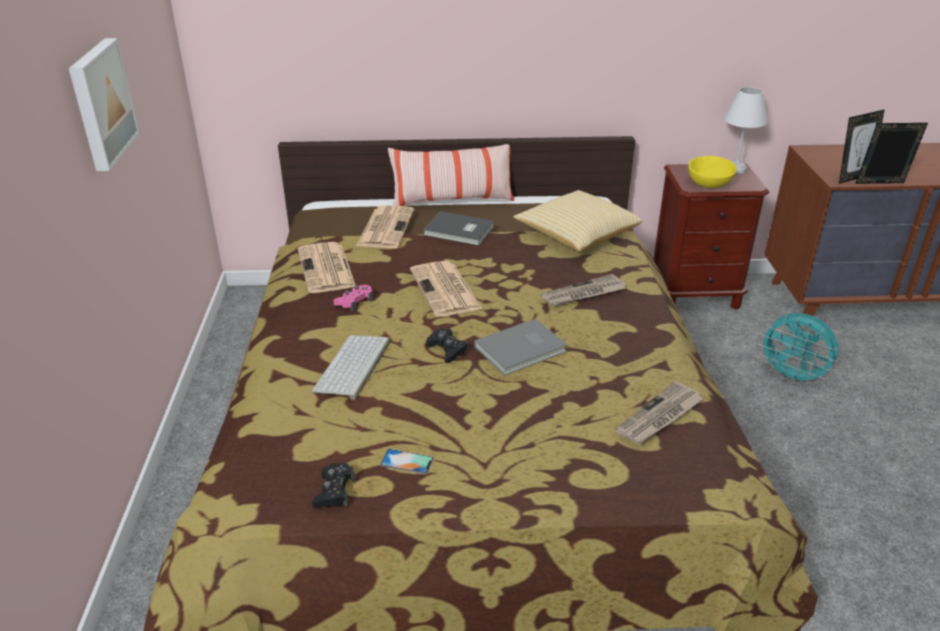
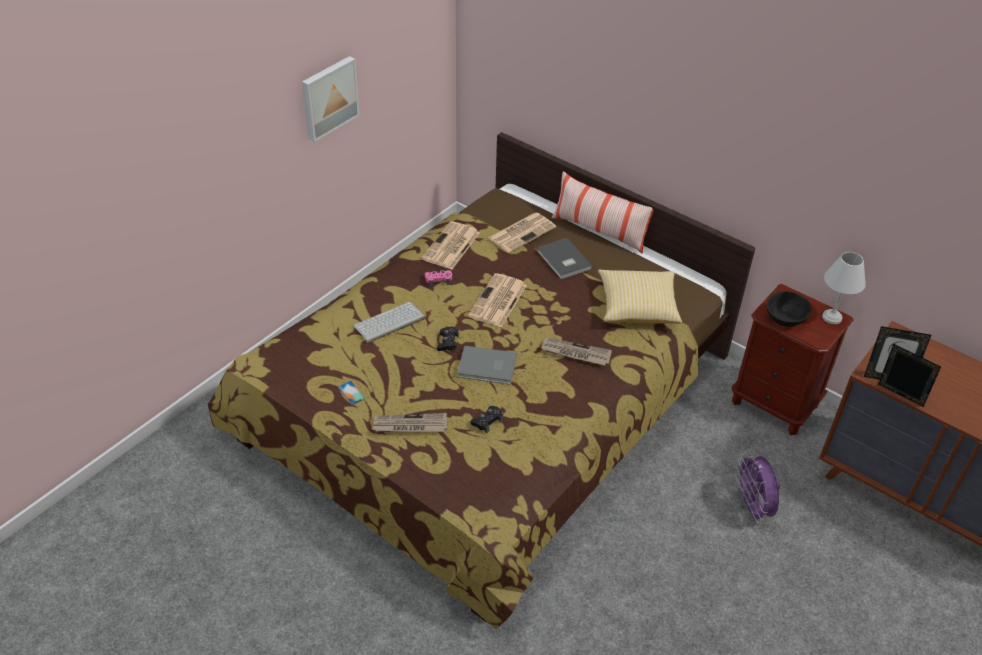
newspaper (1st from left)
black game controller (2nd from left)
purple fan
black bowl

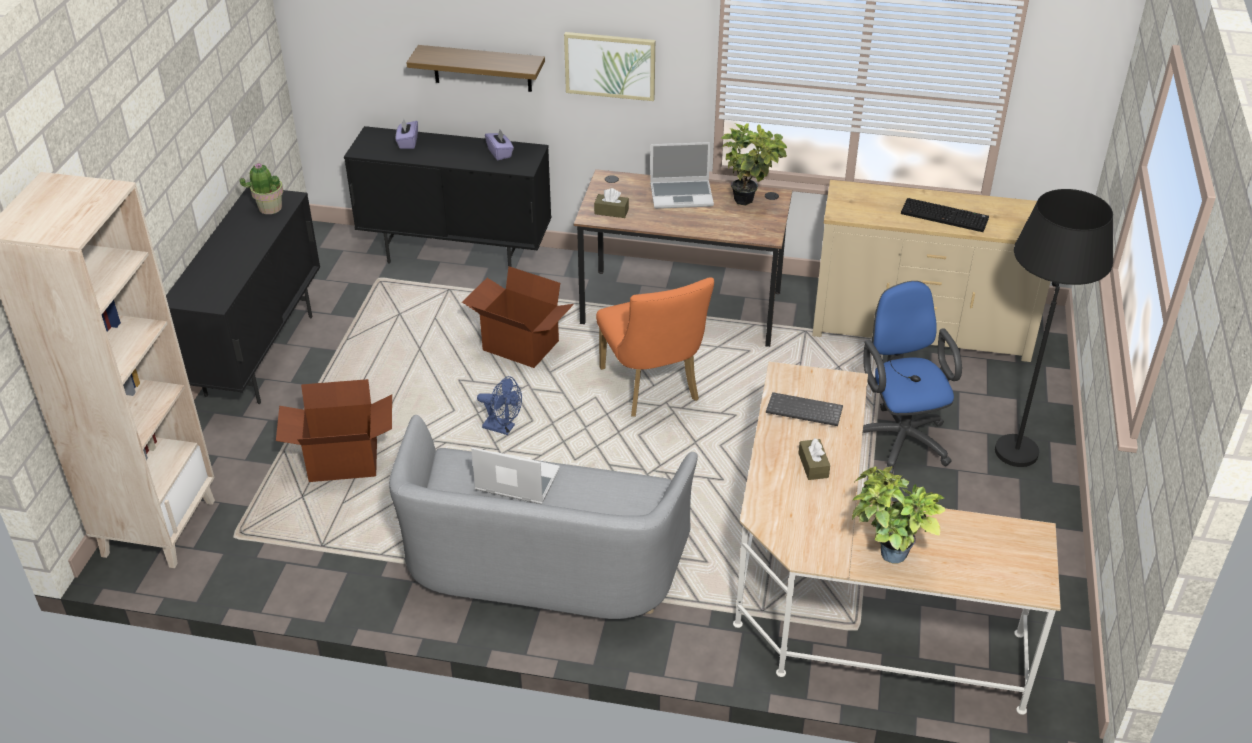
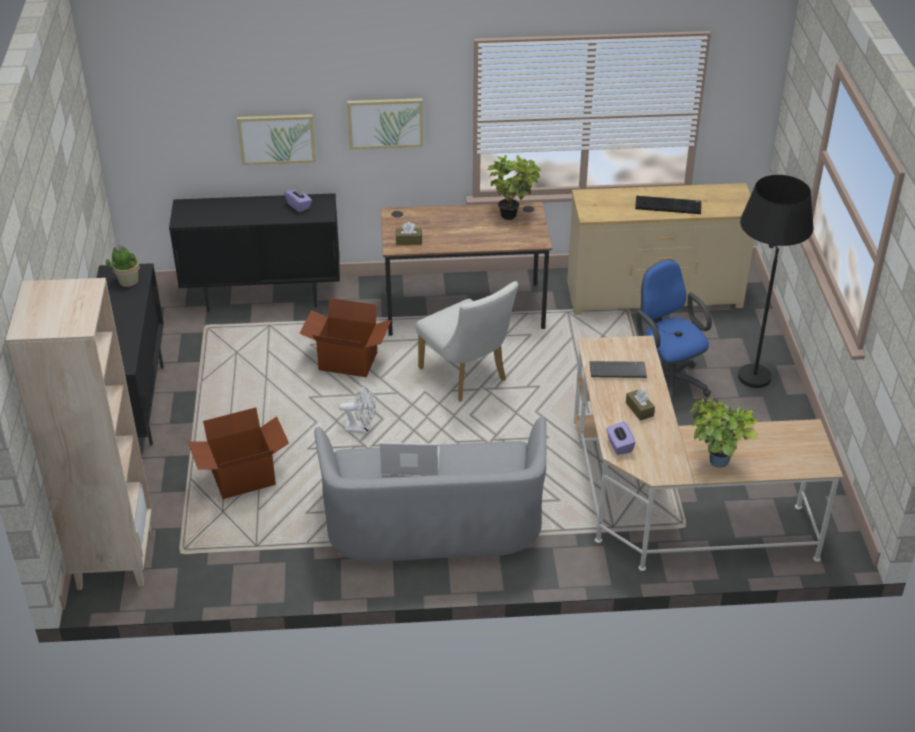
picture (1st from left)
white fan
white chair
purple tissue box (2nd from left)
laptop (2nd from left in the first image)

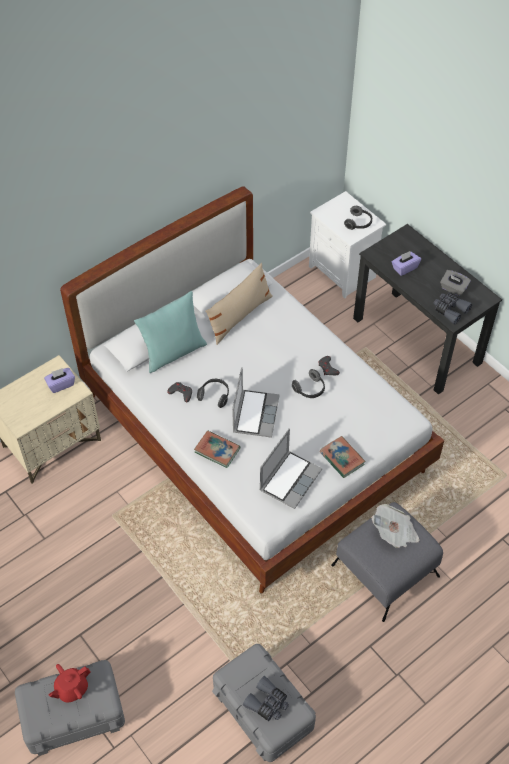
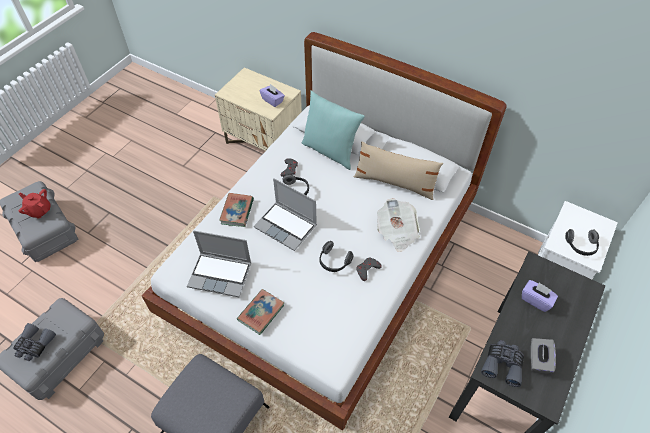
laptop (2nd from left)
newspaper

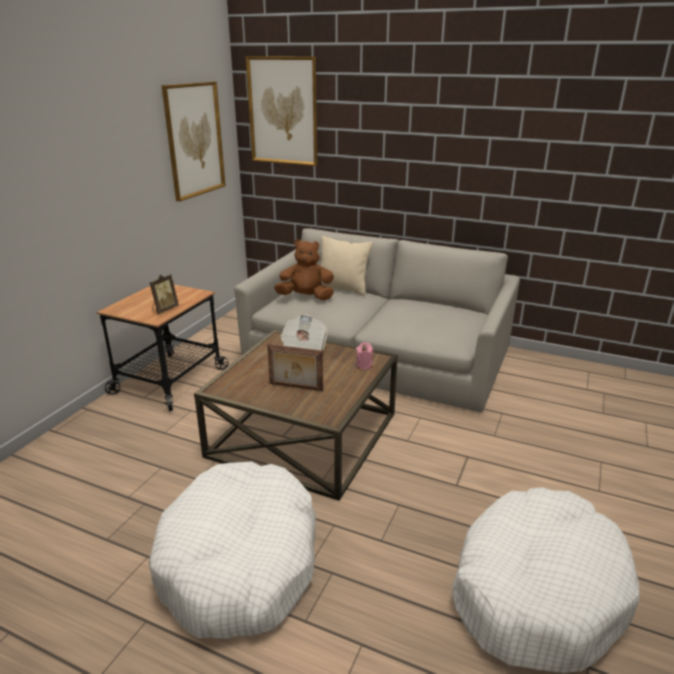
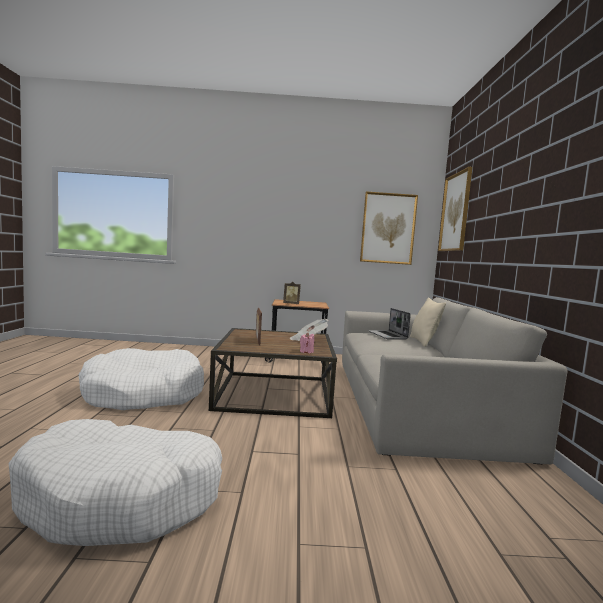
laptop

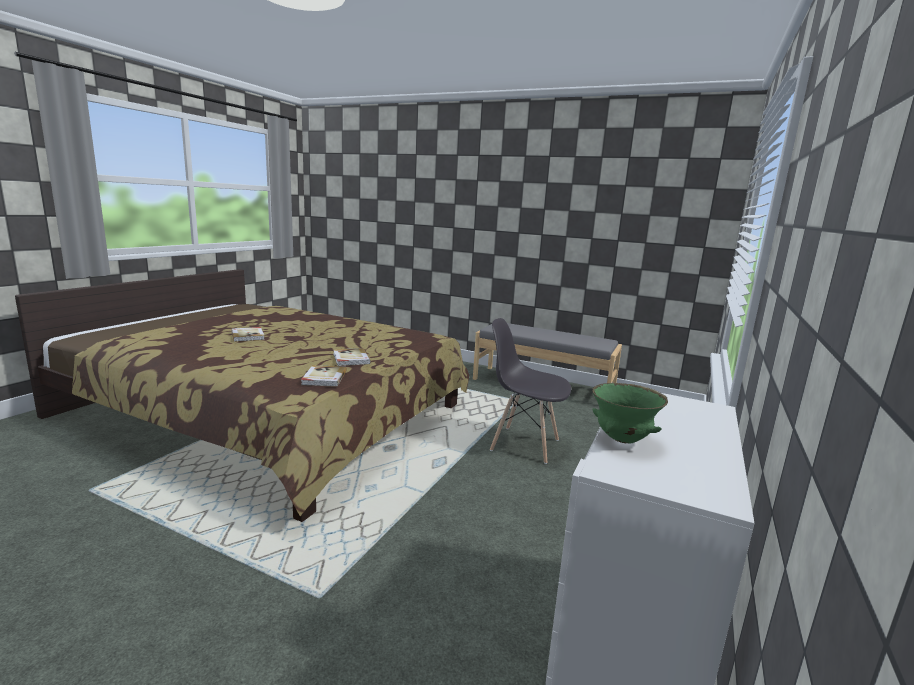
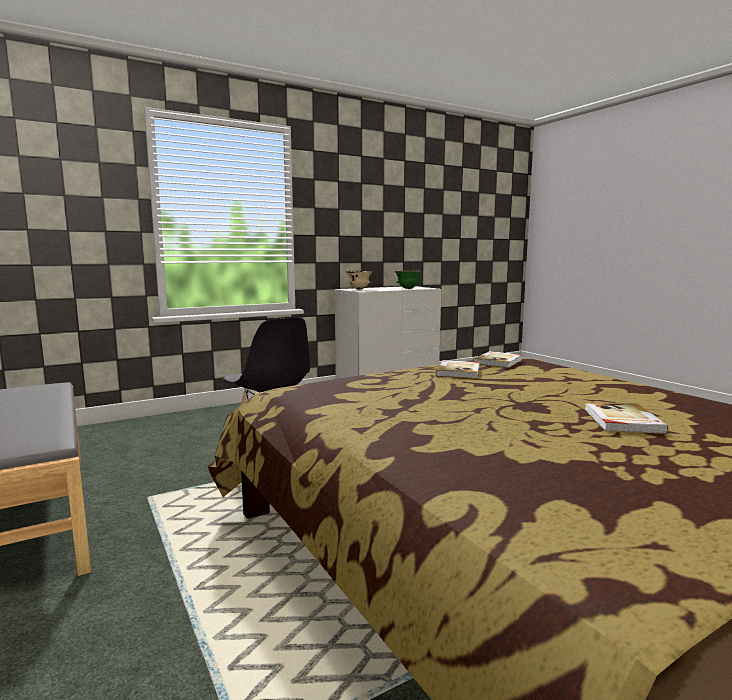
beige bowl

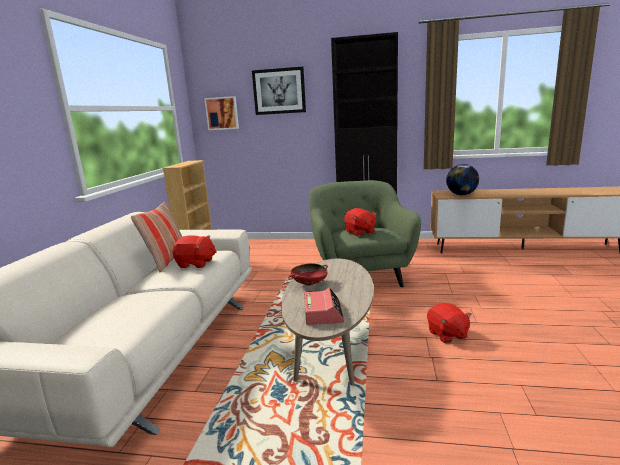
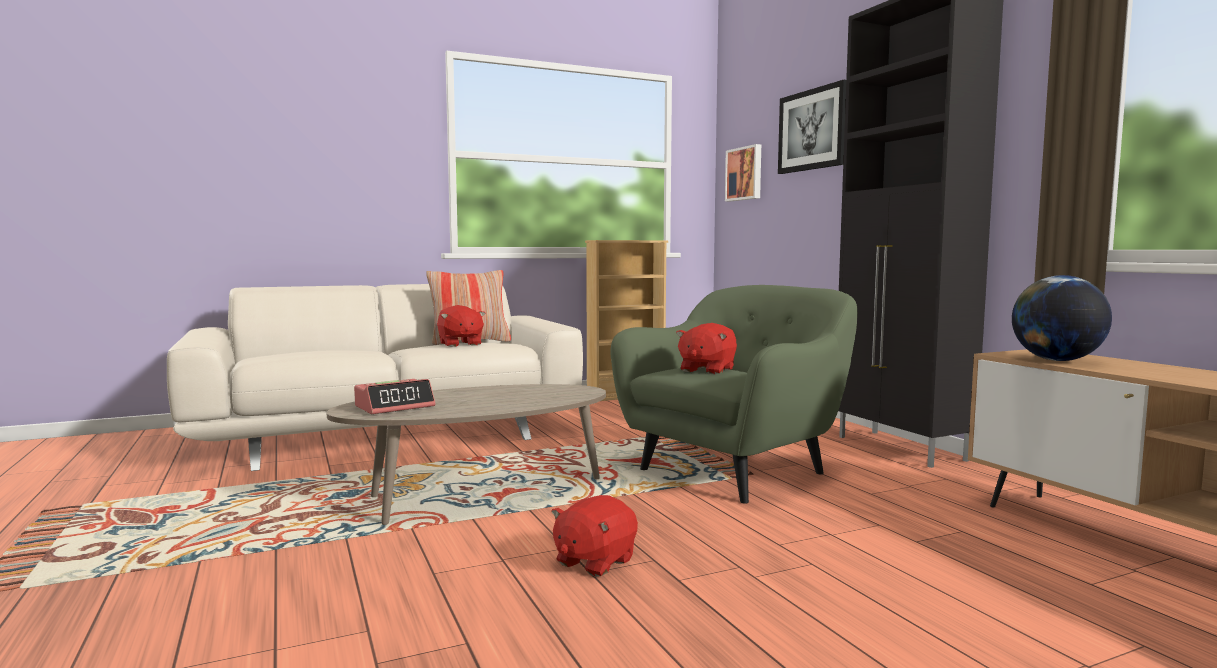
red bowl

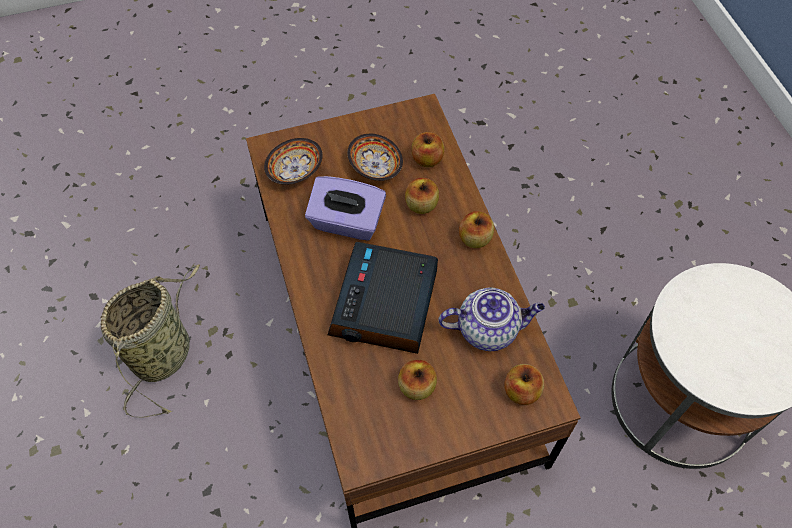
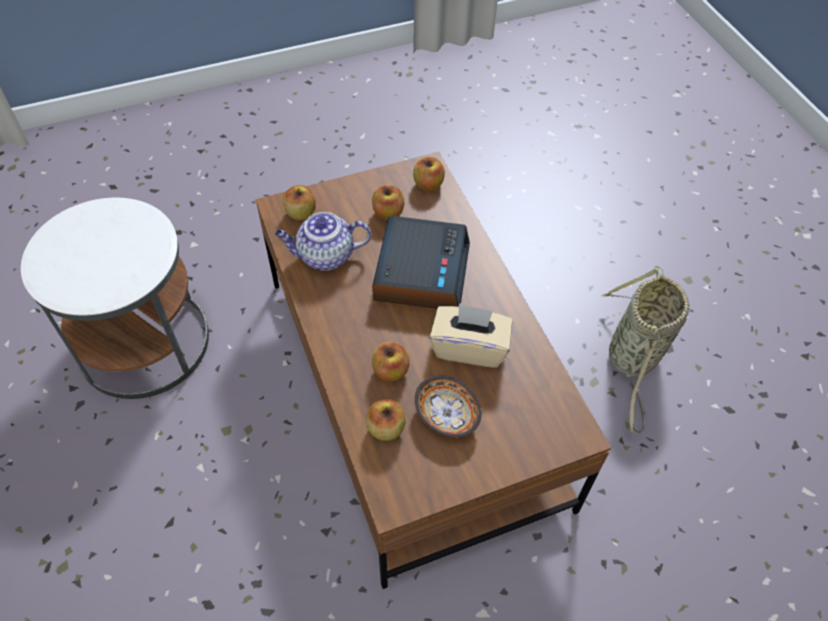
apple (5th from left)
beige tissue box
bowl (1st from left in the first image)

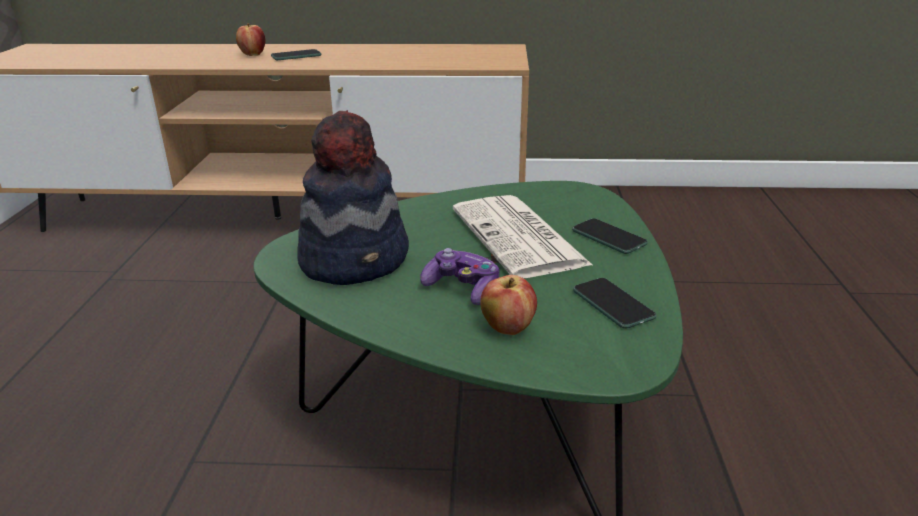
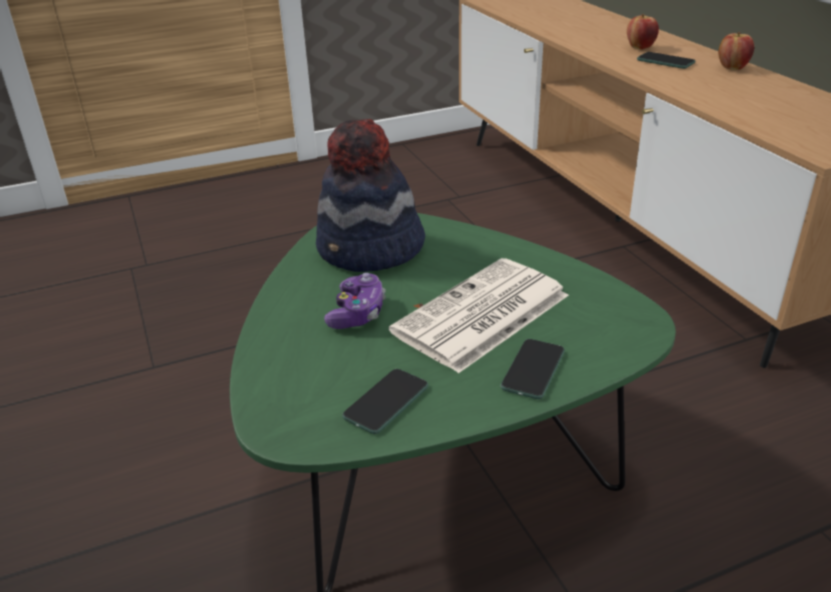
apple (2nd from left)

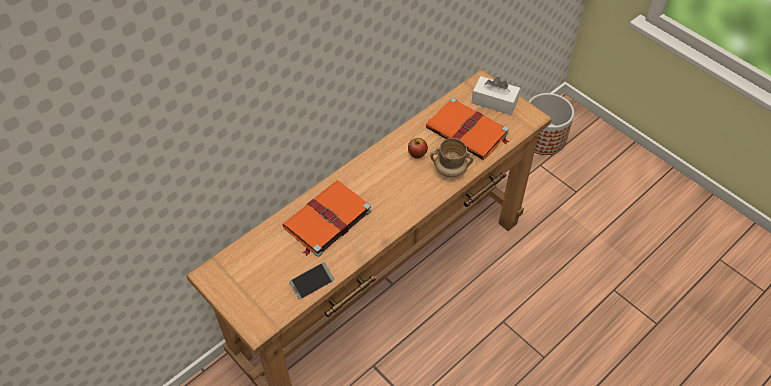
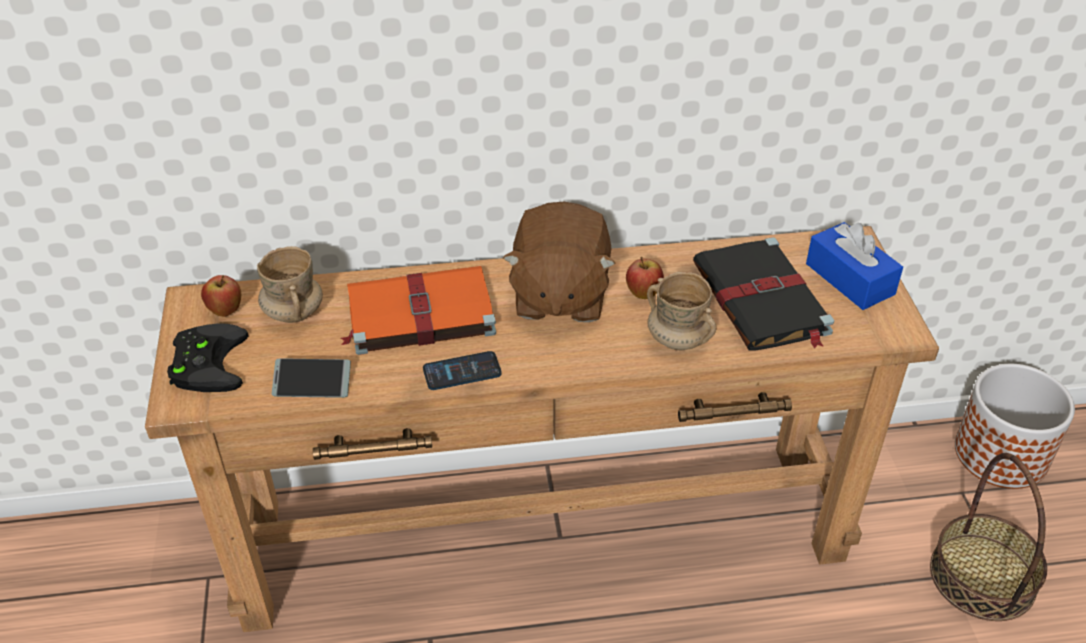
black game controller
apple (1st from left)
beige mug (1st from left)
phone (2nd from left)
brown plush toy
black book
blue tissue box
basket

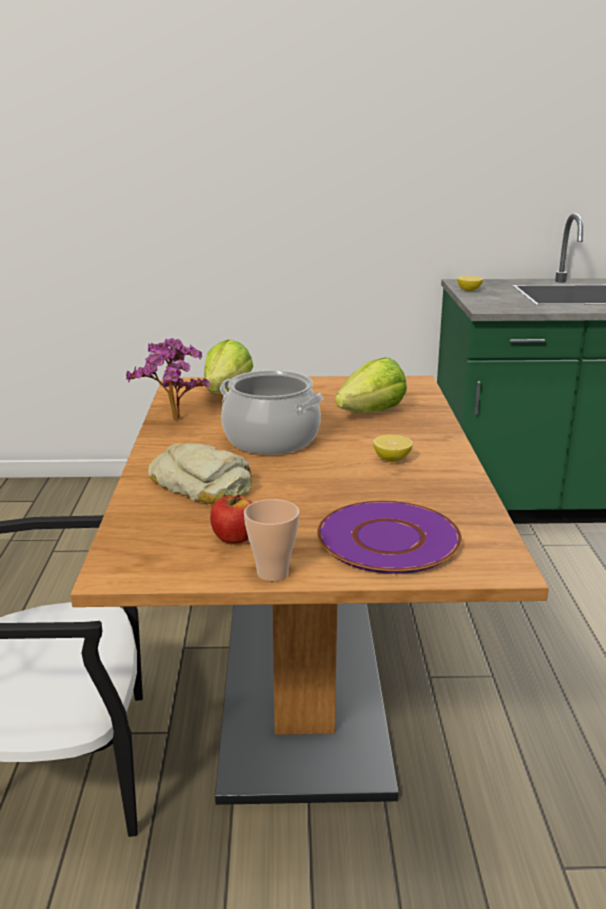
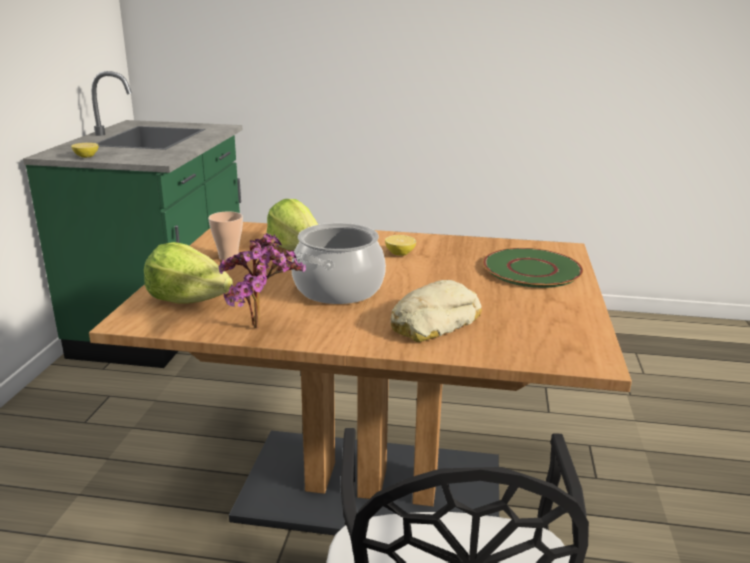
cup
green plate
apple

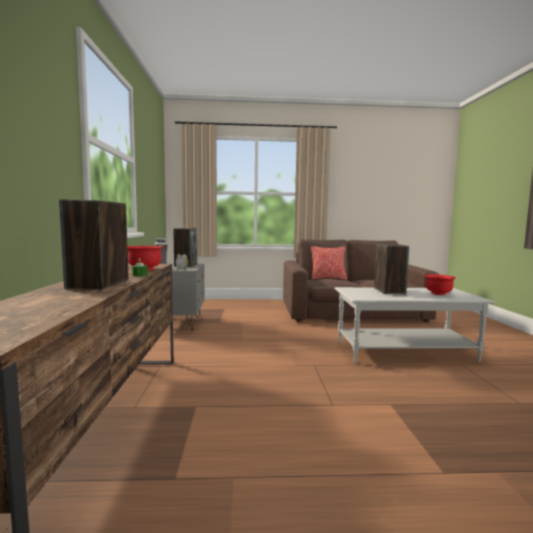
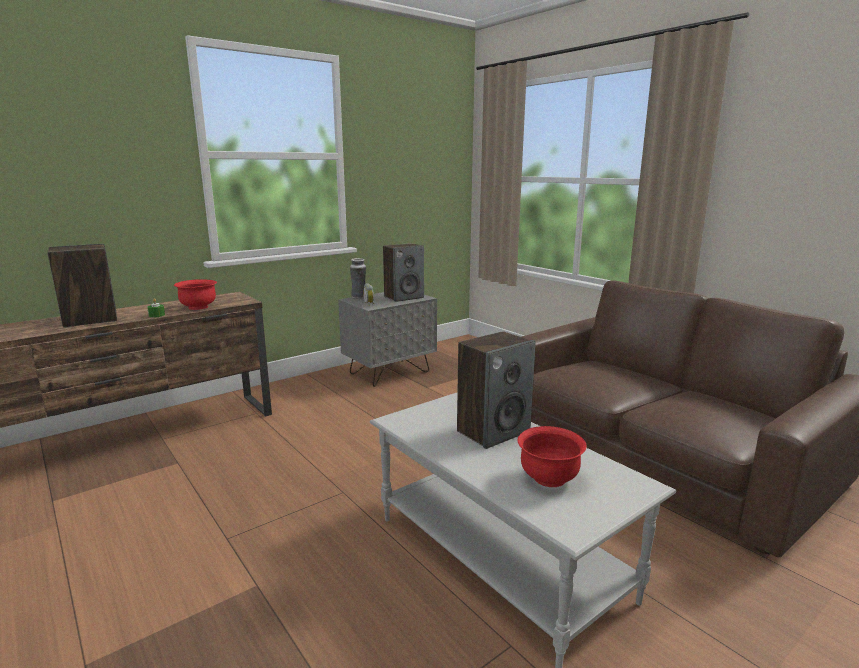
pillow

